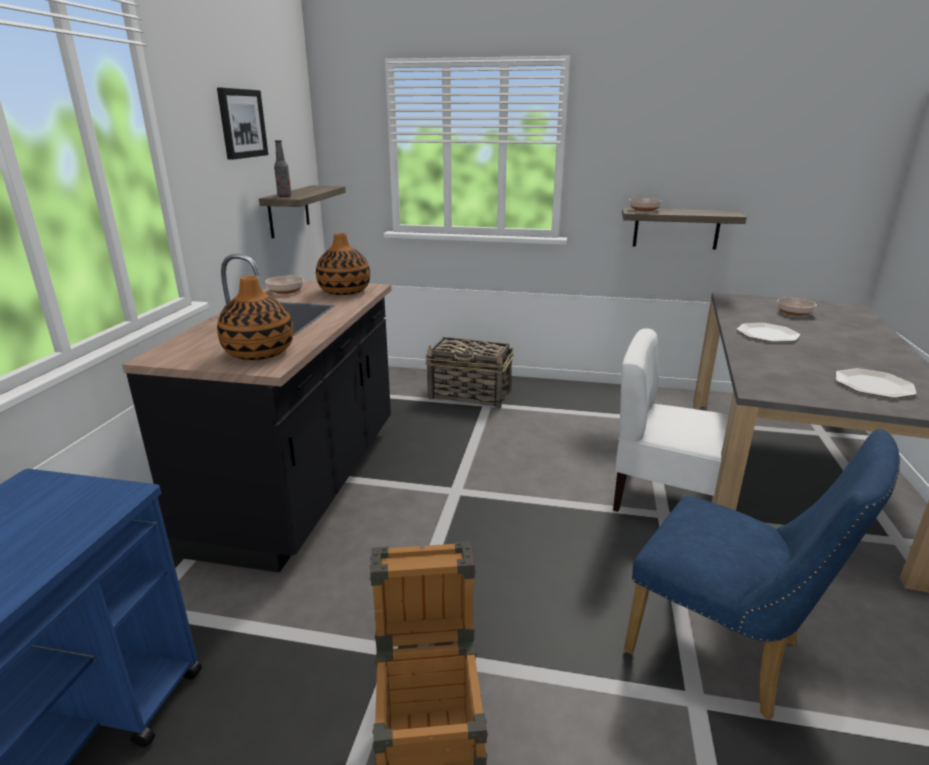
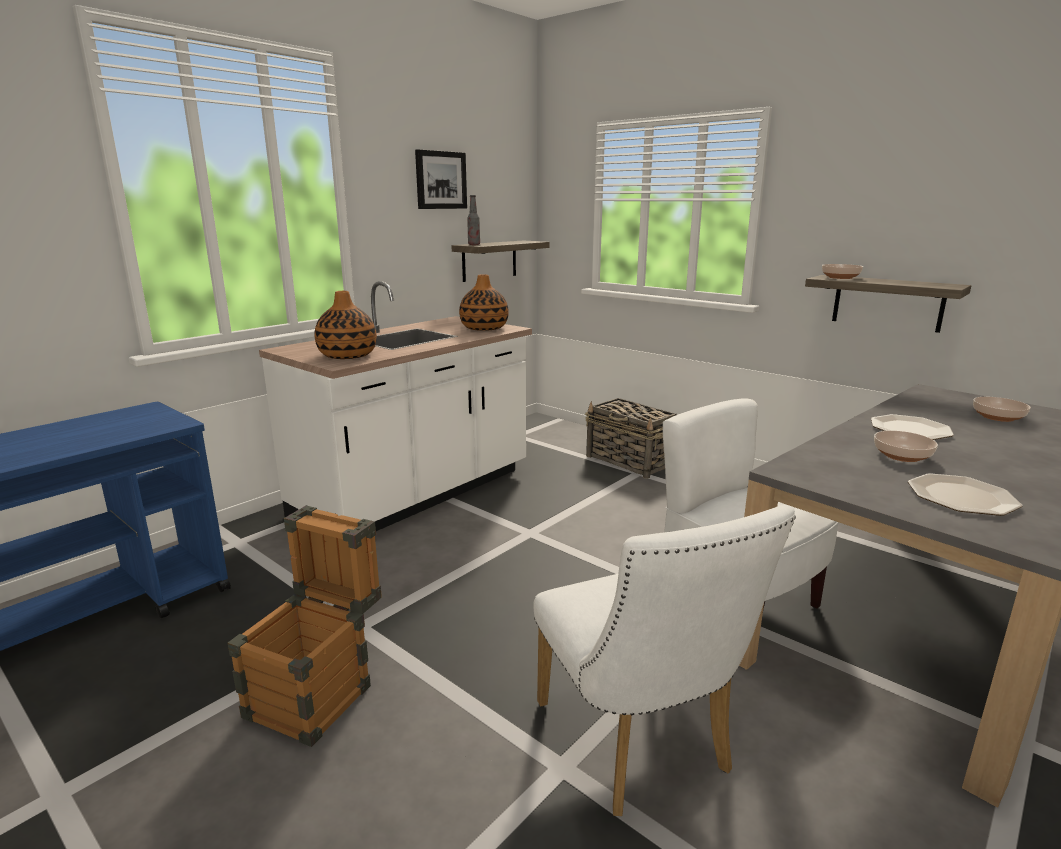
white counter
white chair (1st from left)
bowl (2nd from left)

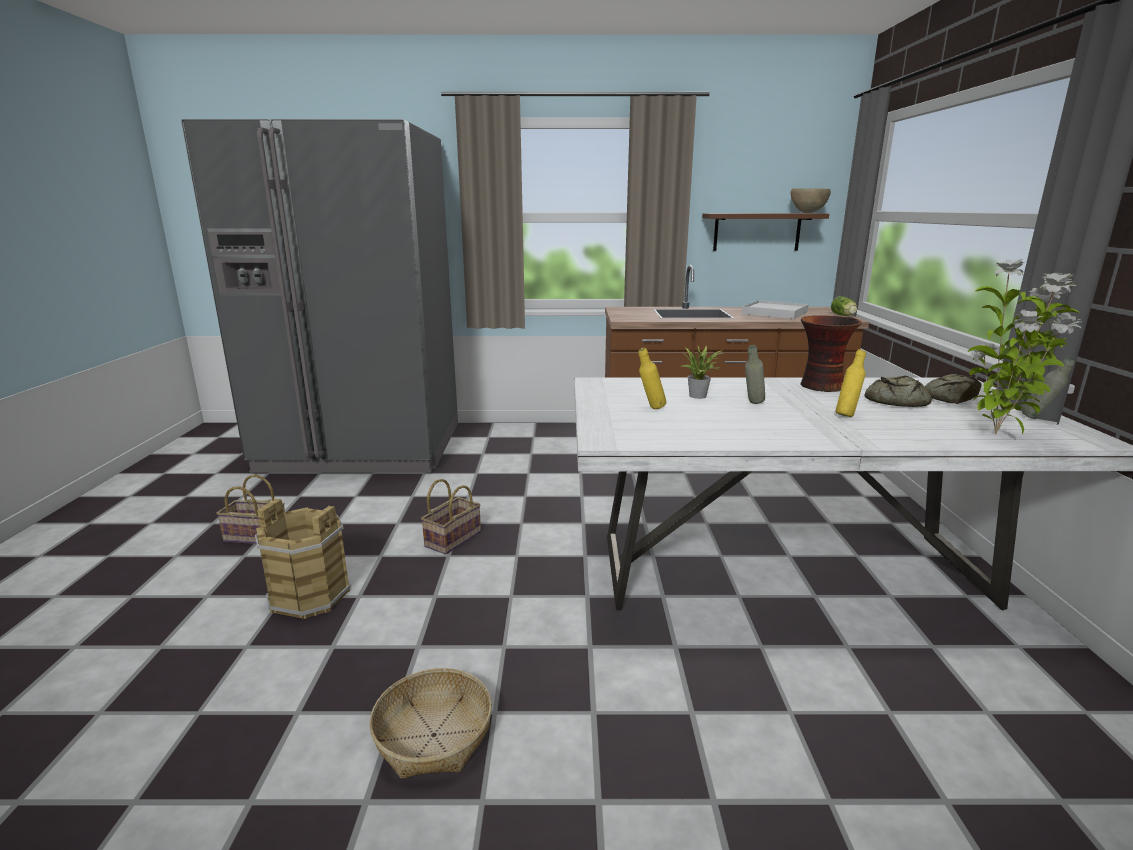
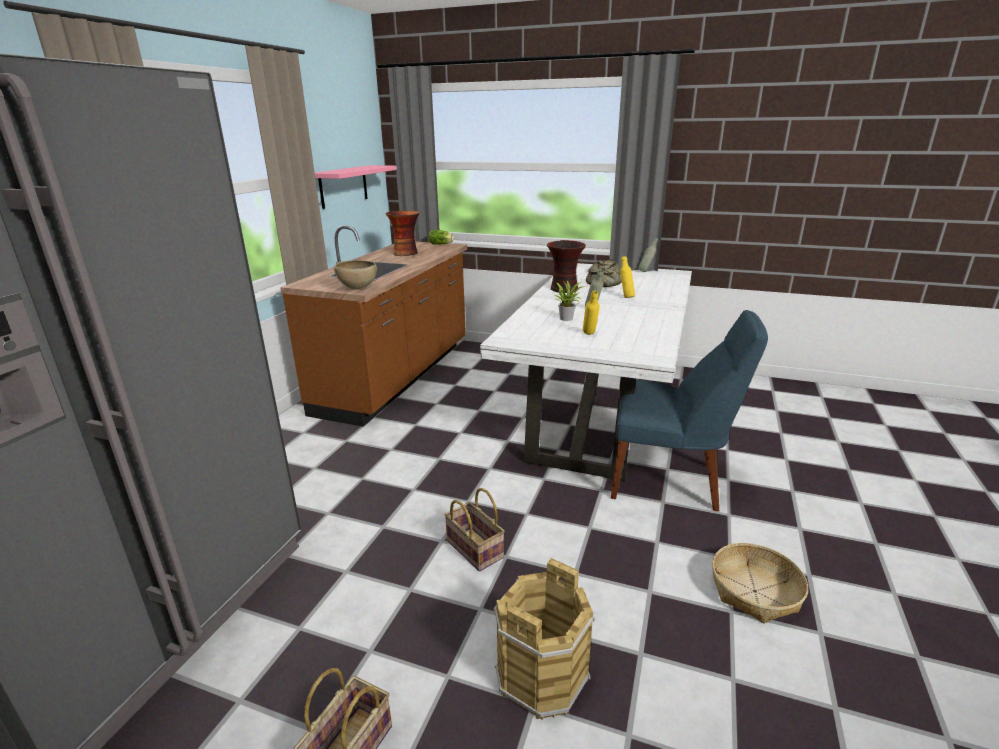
pink shelf
brown bowl
vase (1st from left)
blue chair
potted plant (2nd from left in the first image)

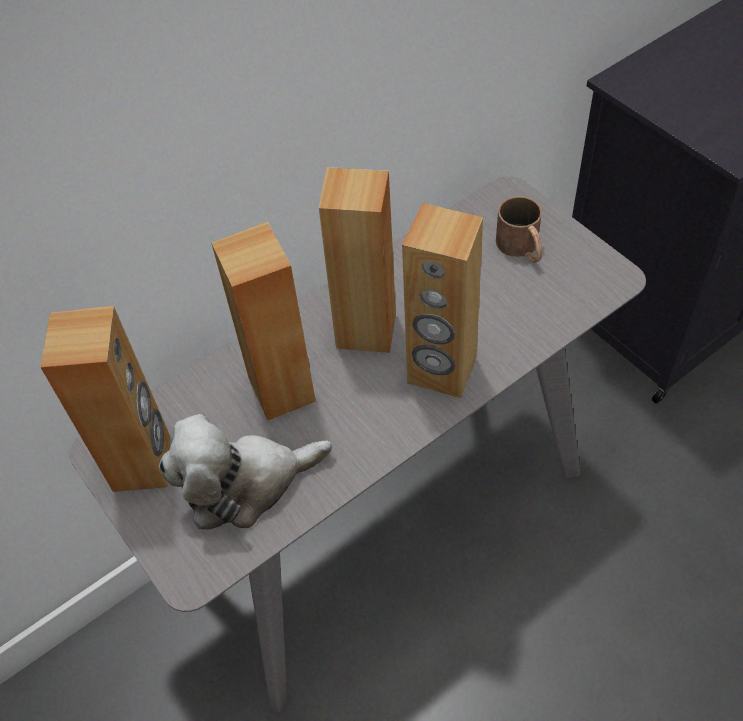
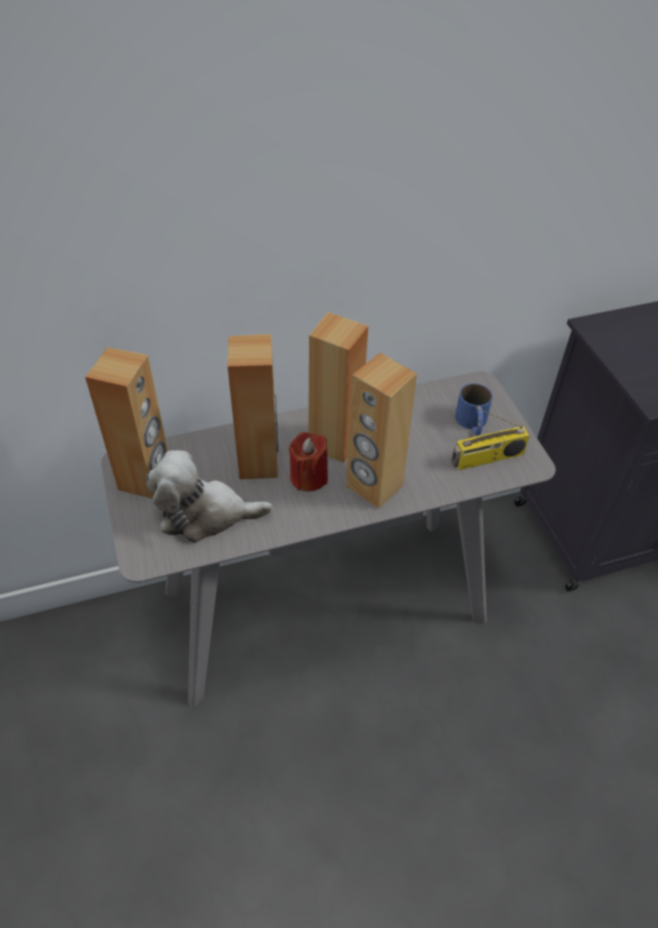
red candle
radio
blue mug

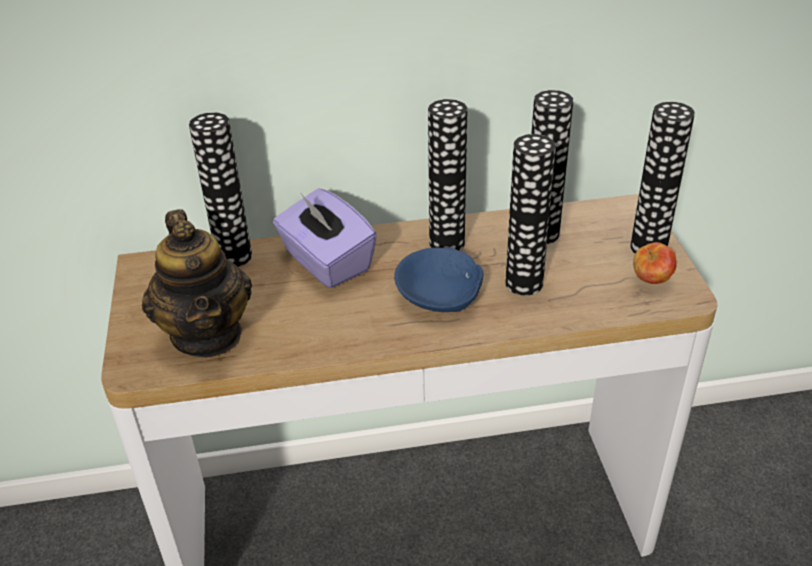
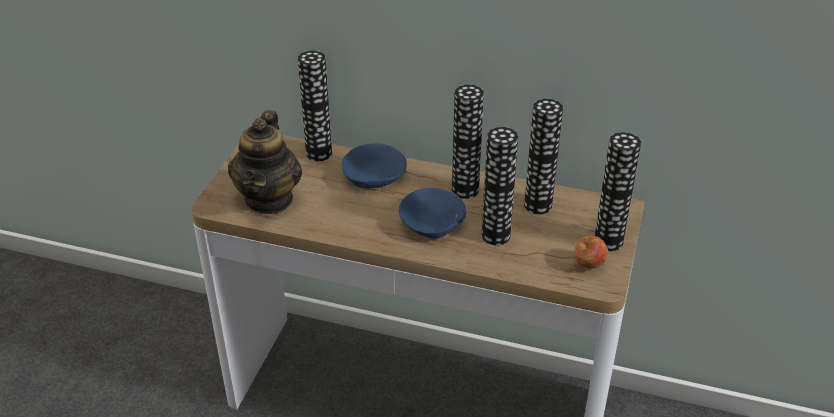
blue bowl (1st from left)

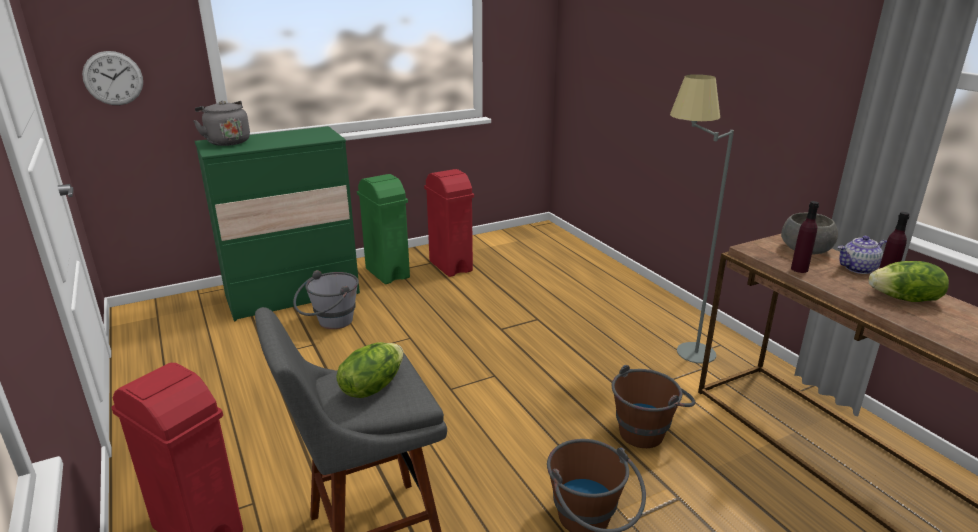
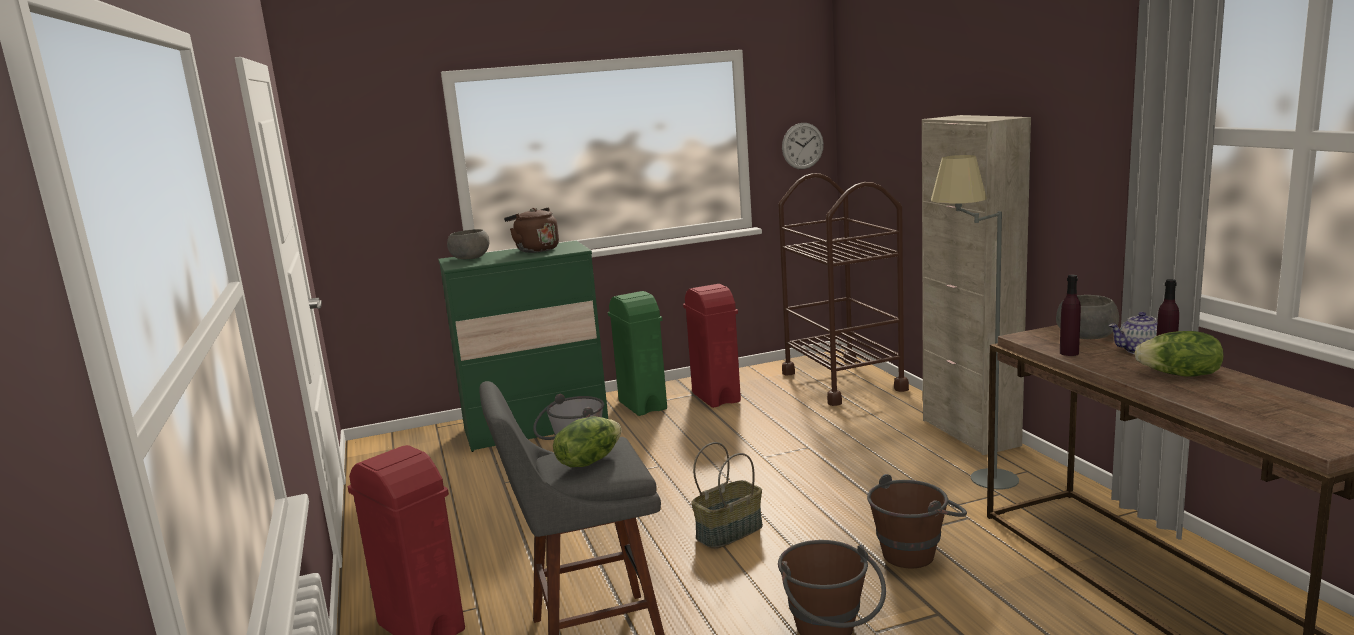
grey bowl (1st from left)
brown kettle
basket
brown cart
wall clock
beige cabinet

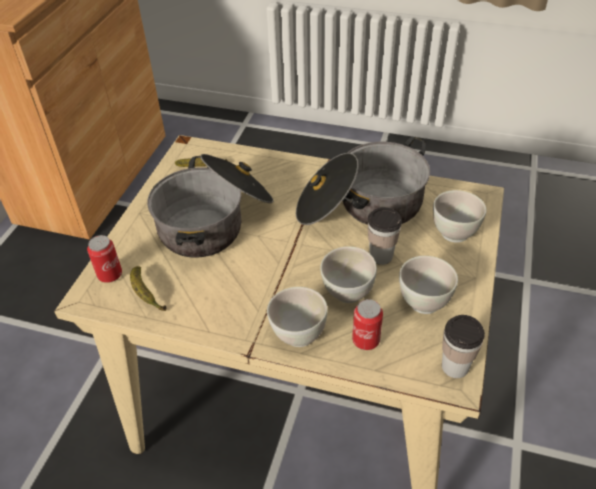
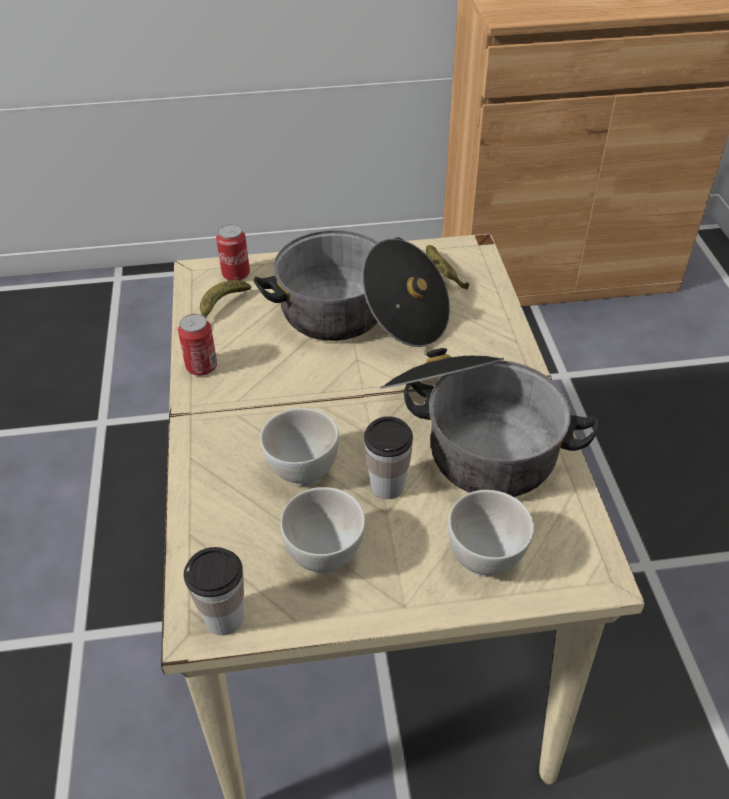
can (1st from left)
white bowl (1st from left in the first image)

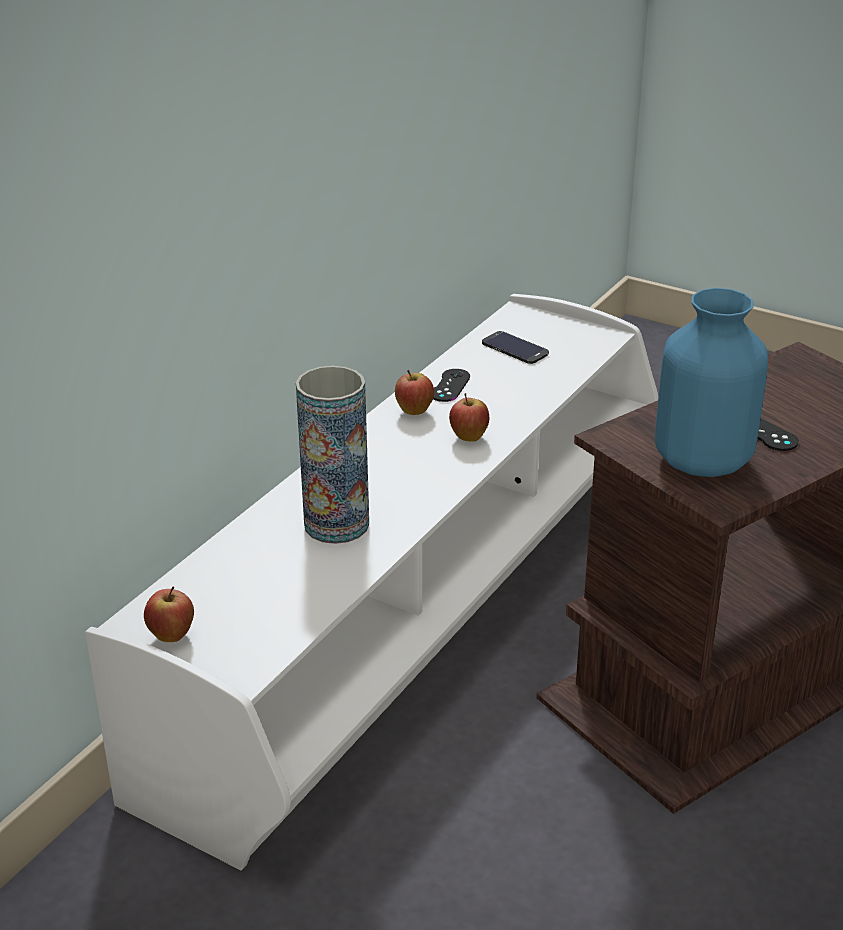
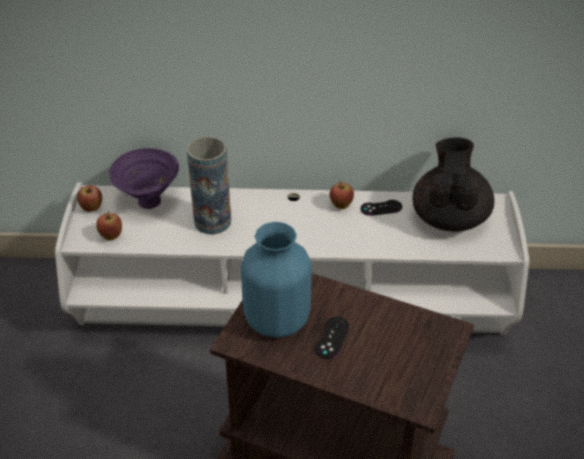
apple (2nd from left)
purple bowl
black teapot

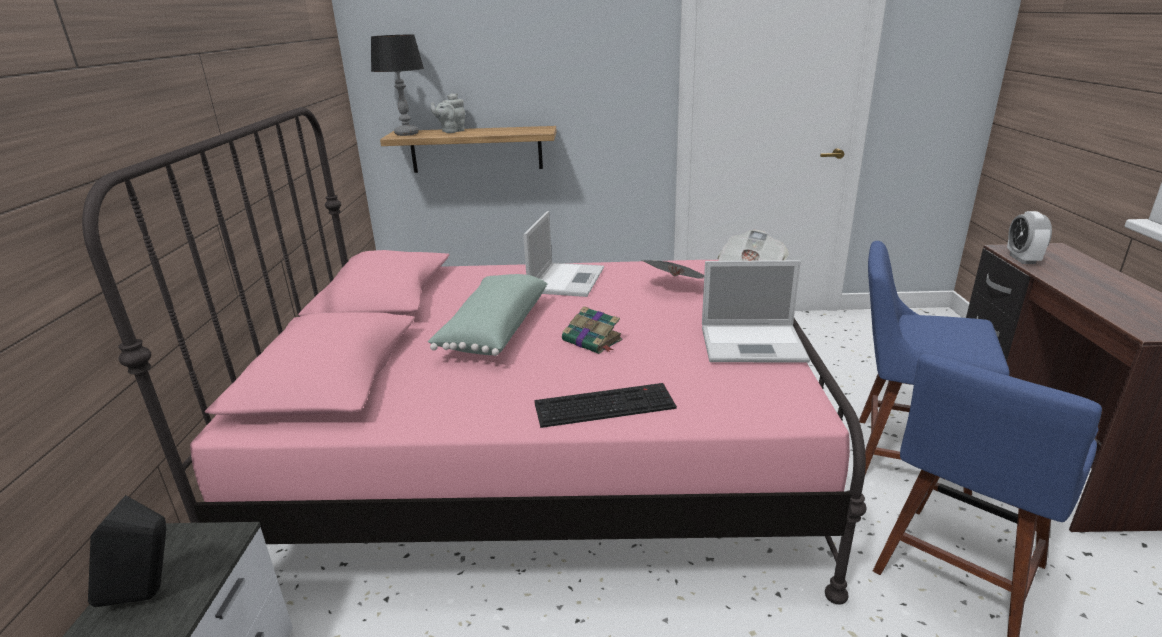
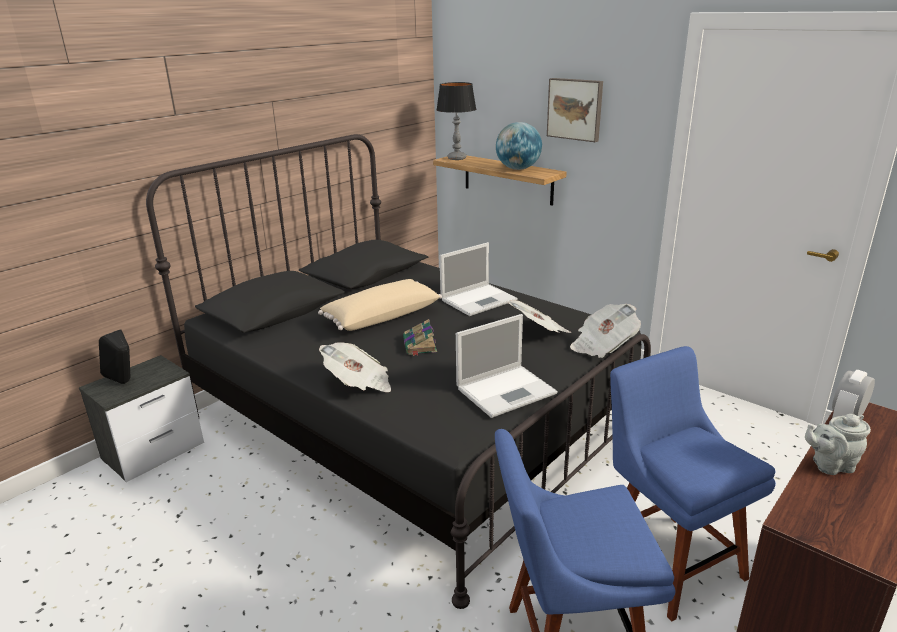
black bed
beige pillow
newspaper (1st from left)
laptop (2nd from left)
globe
picture
grey teapot

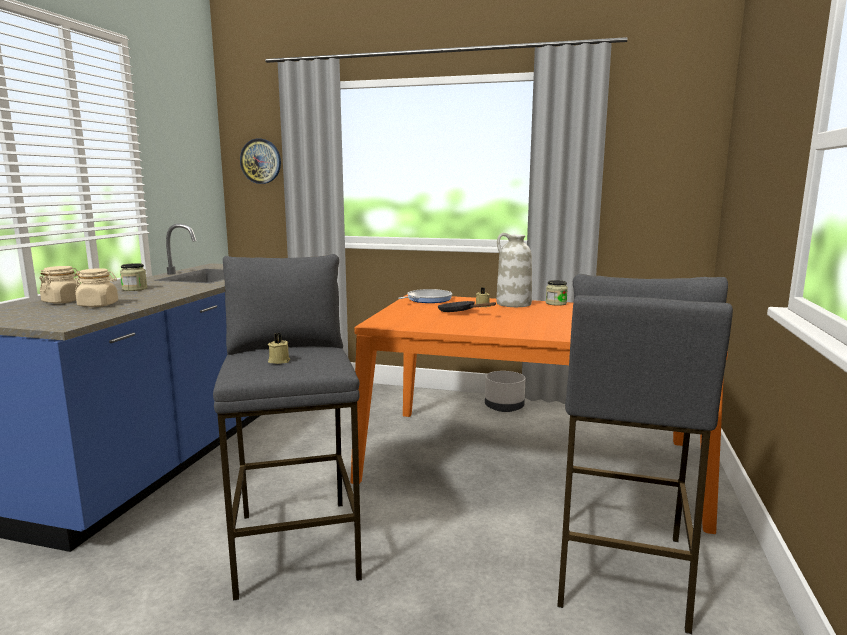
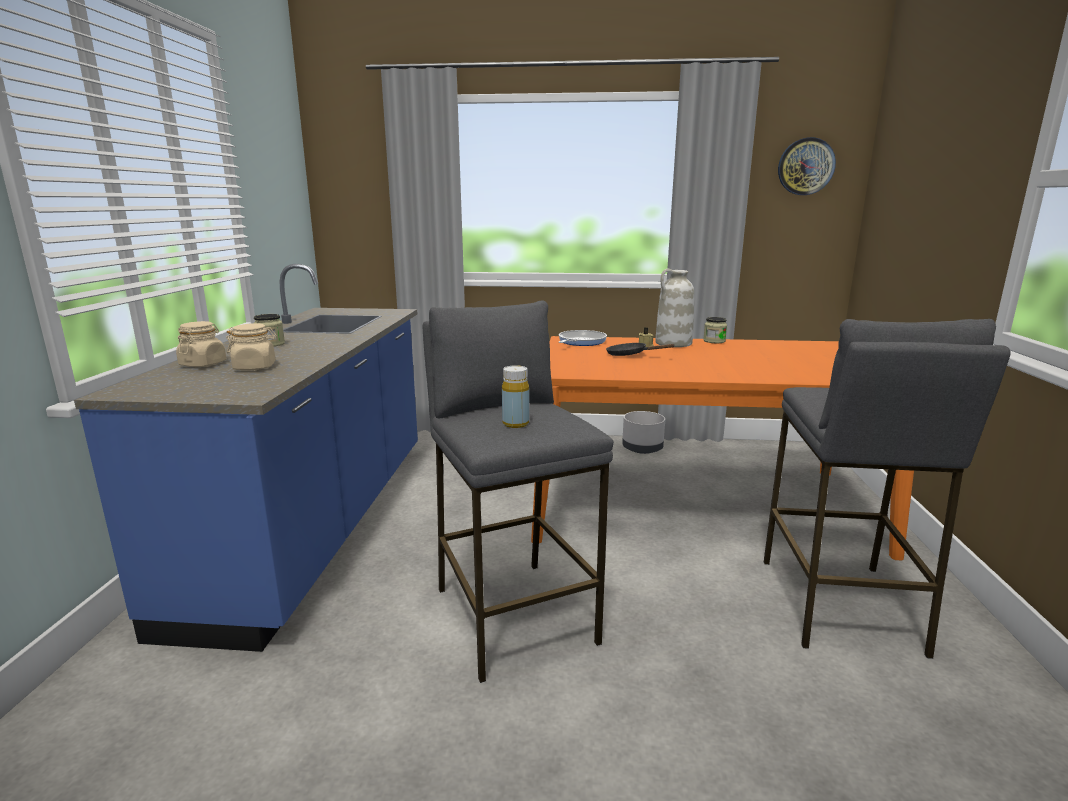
yellow bottle
wall clock

